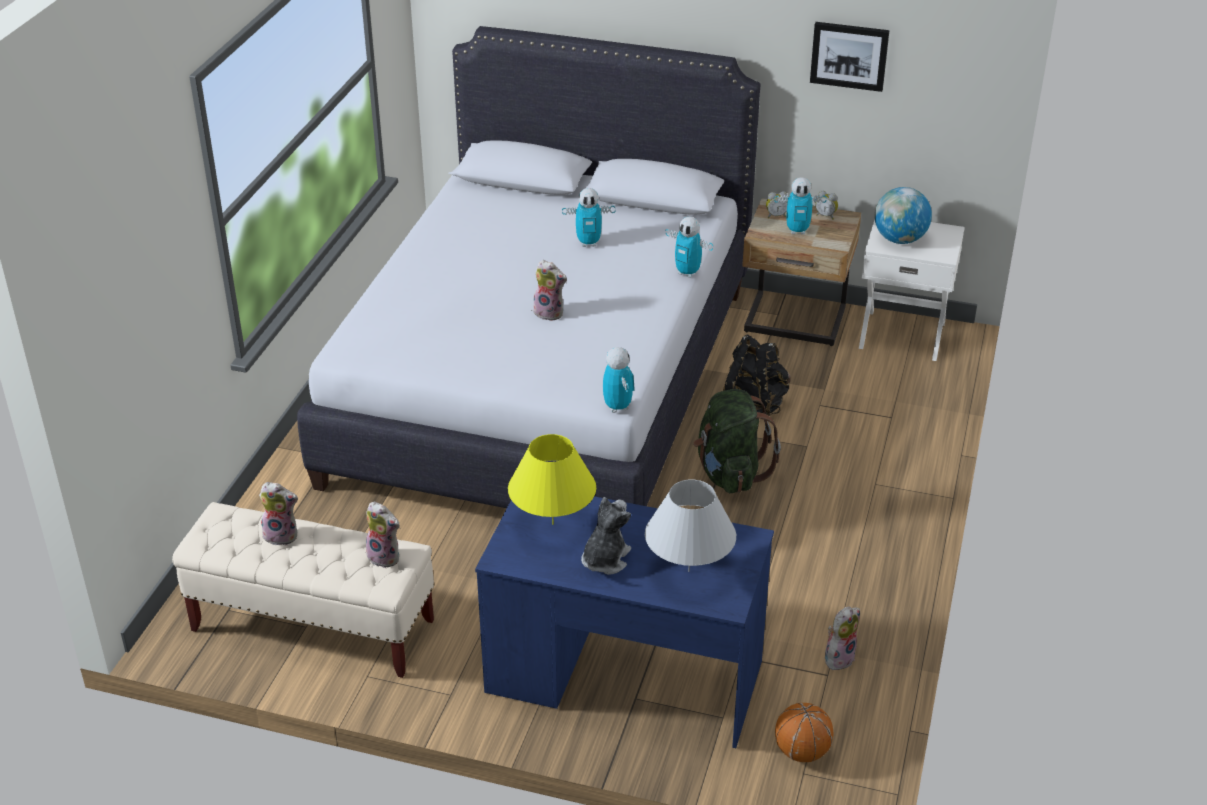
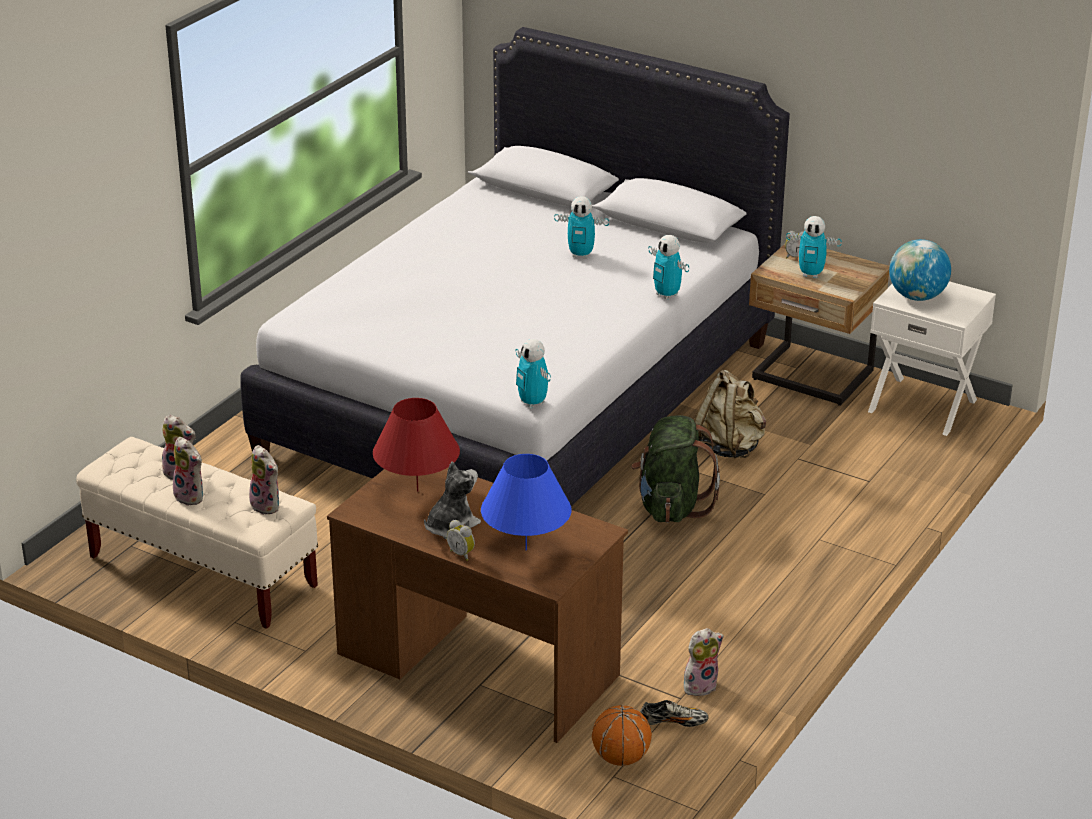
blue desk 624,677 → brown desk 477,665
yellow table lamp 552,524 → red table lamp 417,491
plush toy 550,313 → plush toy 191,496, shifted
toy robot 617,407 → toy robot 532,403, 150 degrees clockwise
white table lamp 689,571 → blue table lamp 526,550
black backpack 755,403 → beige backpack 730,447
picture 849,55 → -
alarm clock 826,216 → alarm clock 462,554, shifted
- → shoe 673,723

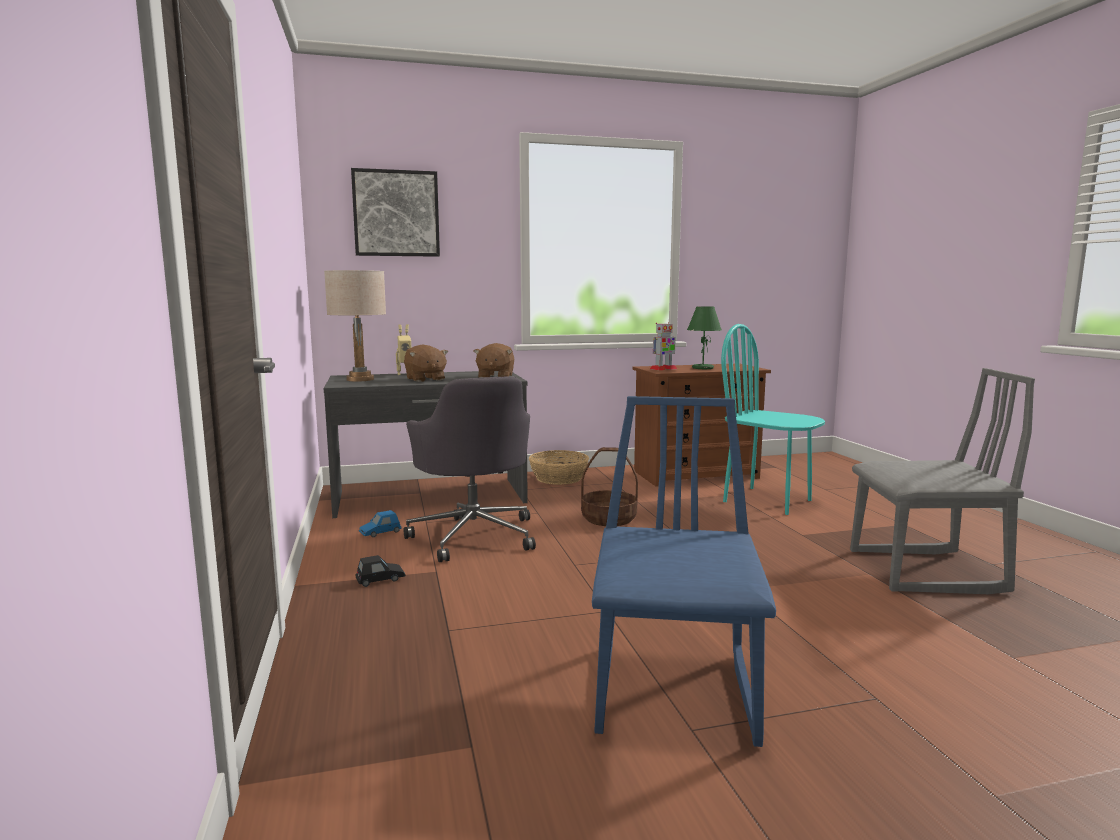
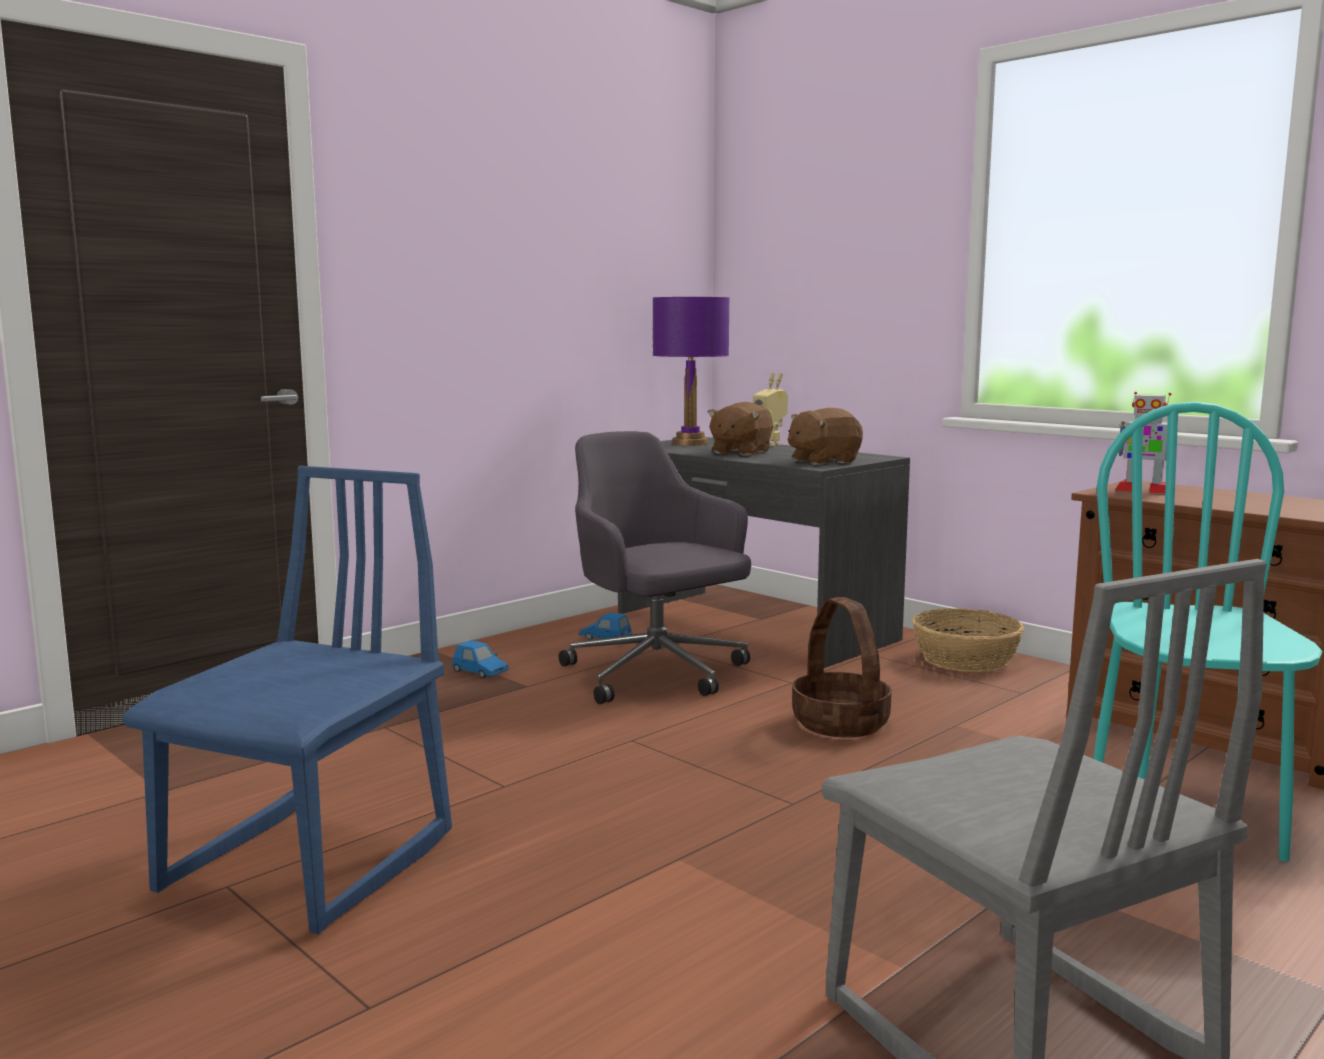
beige table lamp 360,379 → purple table lamp 690,443
picture 396,213 → -
black toy car 380,579 → blue toy car 480,672
grey office chair 474,535 → grey office chair 656,674, 105 degrees clockwise
blue chair 676,692 → blue chair 311,863, 45 degrees counterclockwise
green table lamp 702,368 → -

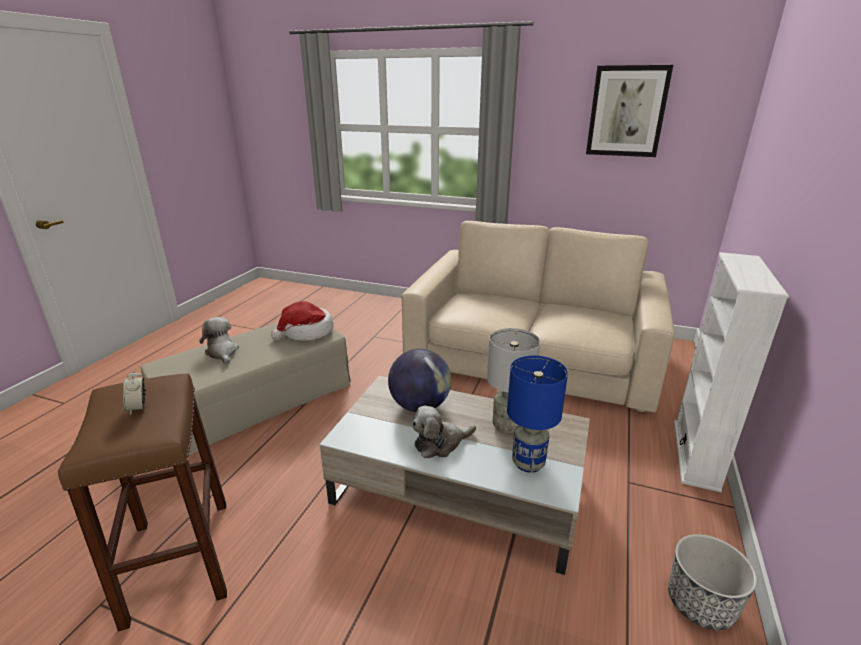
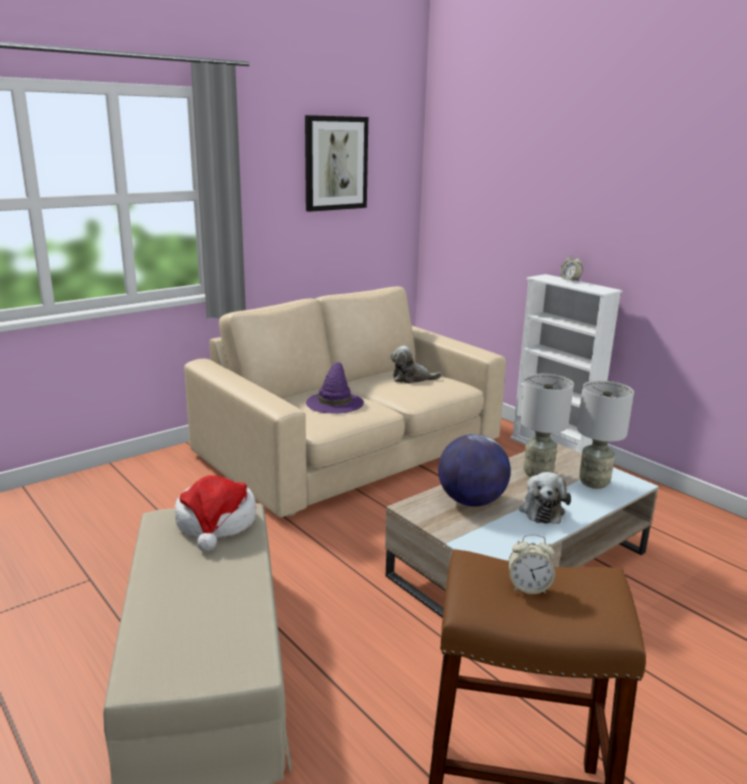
plush toy 222,352 → plush toy 411,379, shifted
blue table lamp 529,463 → grey table lamp 594,482
planter 701,604 → -
- → purple hat 334,402
- → alarm clock 570,280

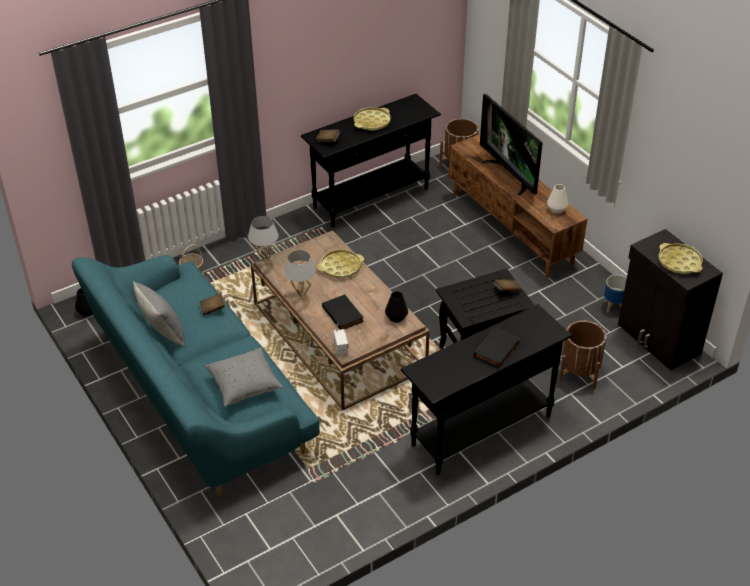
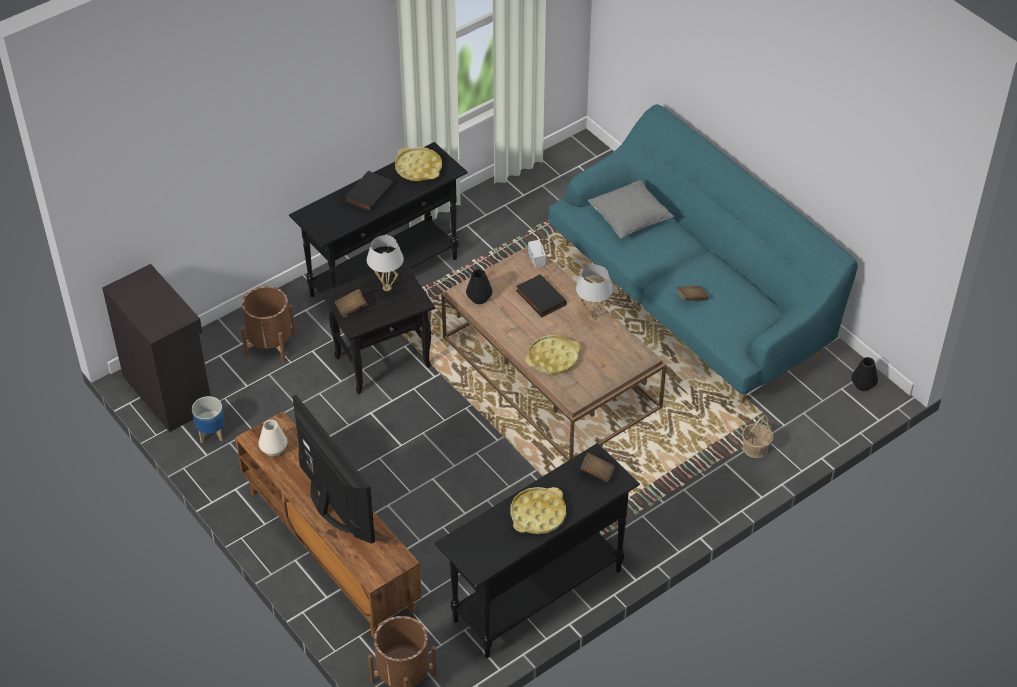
grey pillow 162,333 → -
white table lamp 265,262 → white table lamp 387,288, shifted
yellow tray 679,262 → yellow tray 418,168, shifted

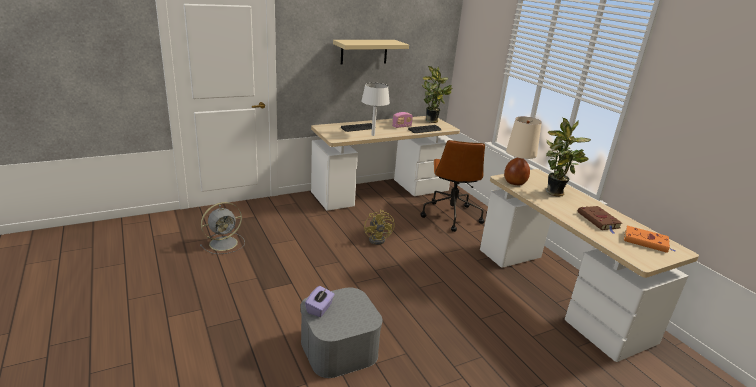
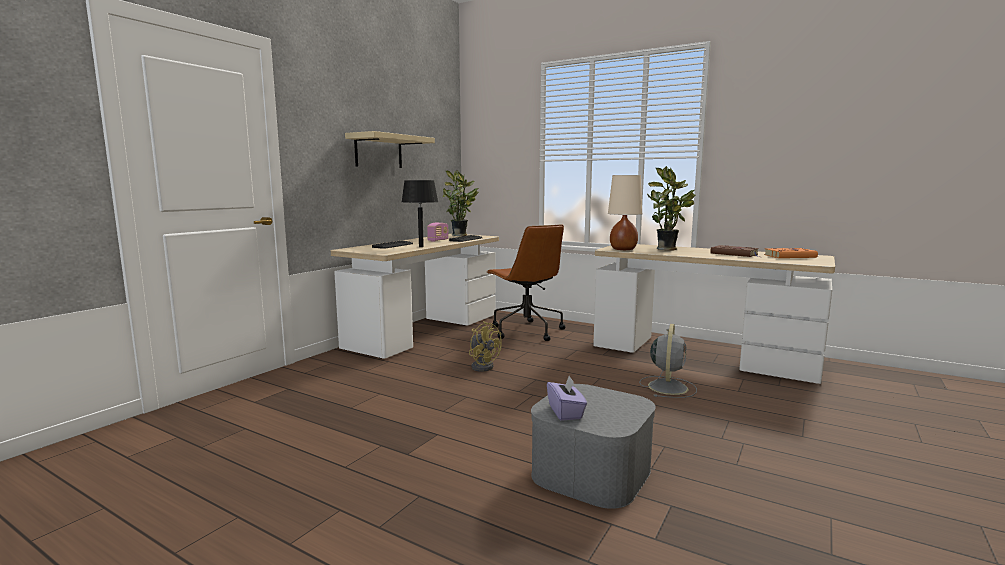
grey fan 224,243 → grey fan 668,386, shifted
white table lamp 373,135 → black table lamp 421,246

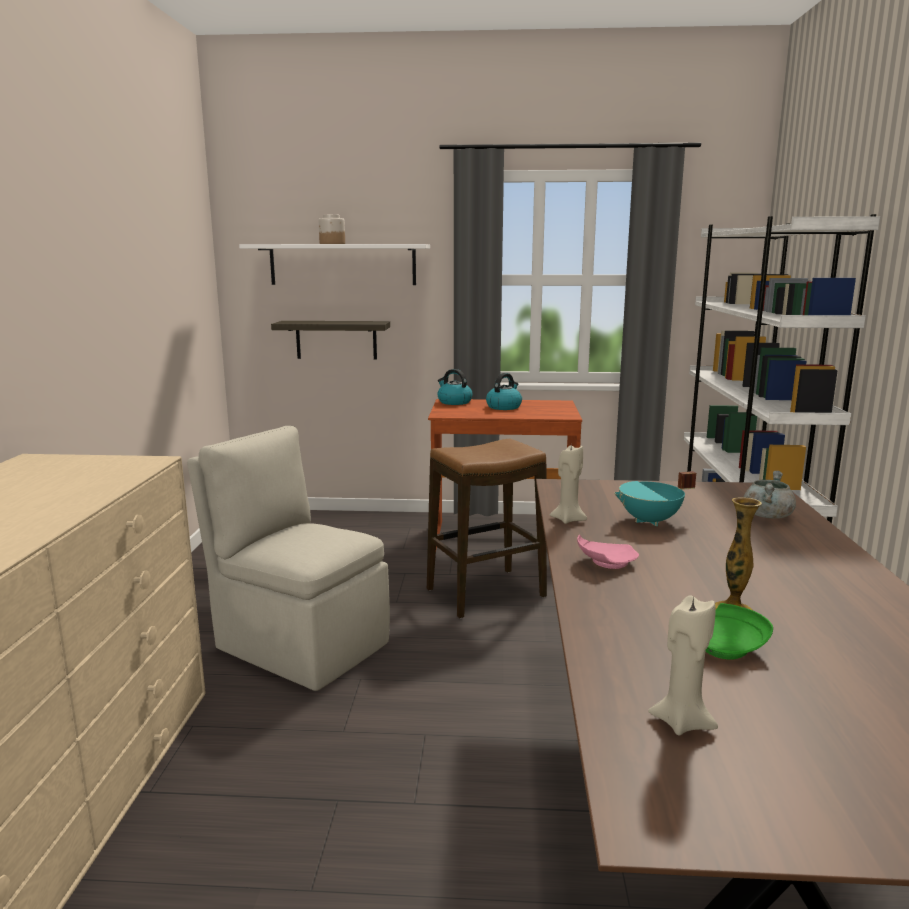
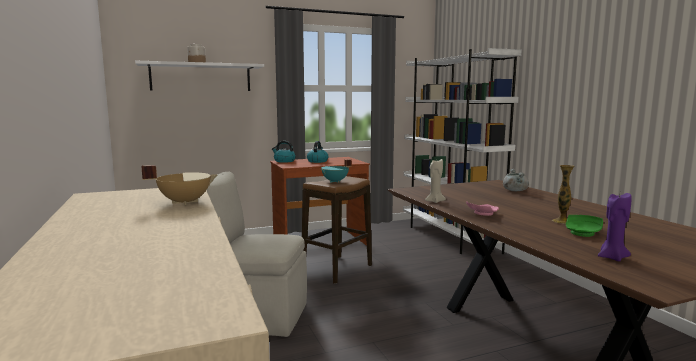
shelf 336,340 → -
turquoise cooking pot 650,521 → turquoise cooking pot 335,181, shifted
beige candle 682,722 → purple candle 612,257
- → beige cooking pot 184,202

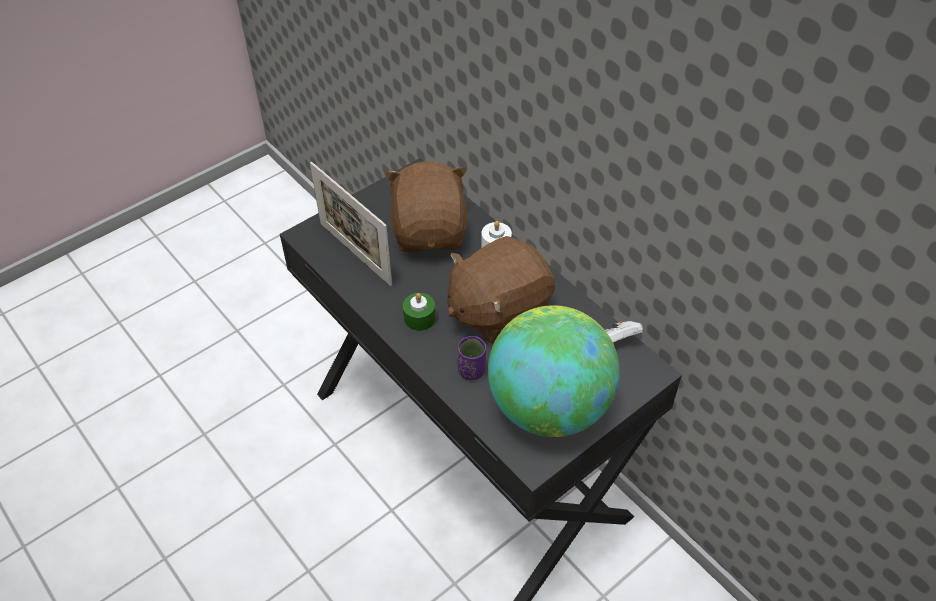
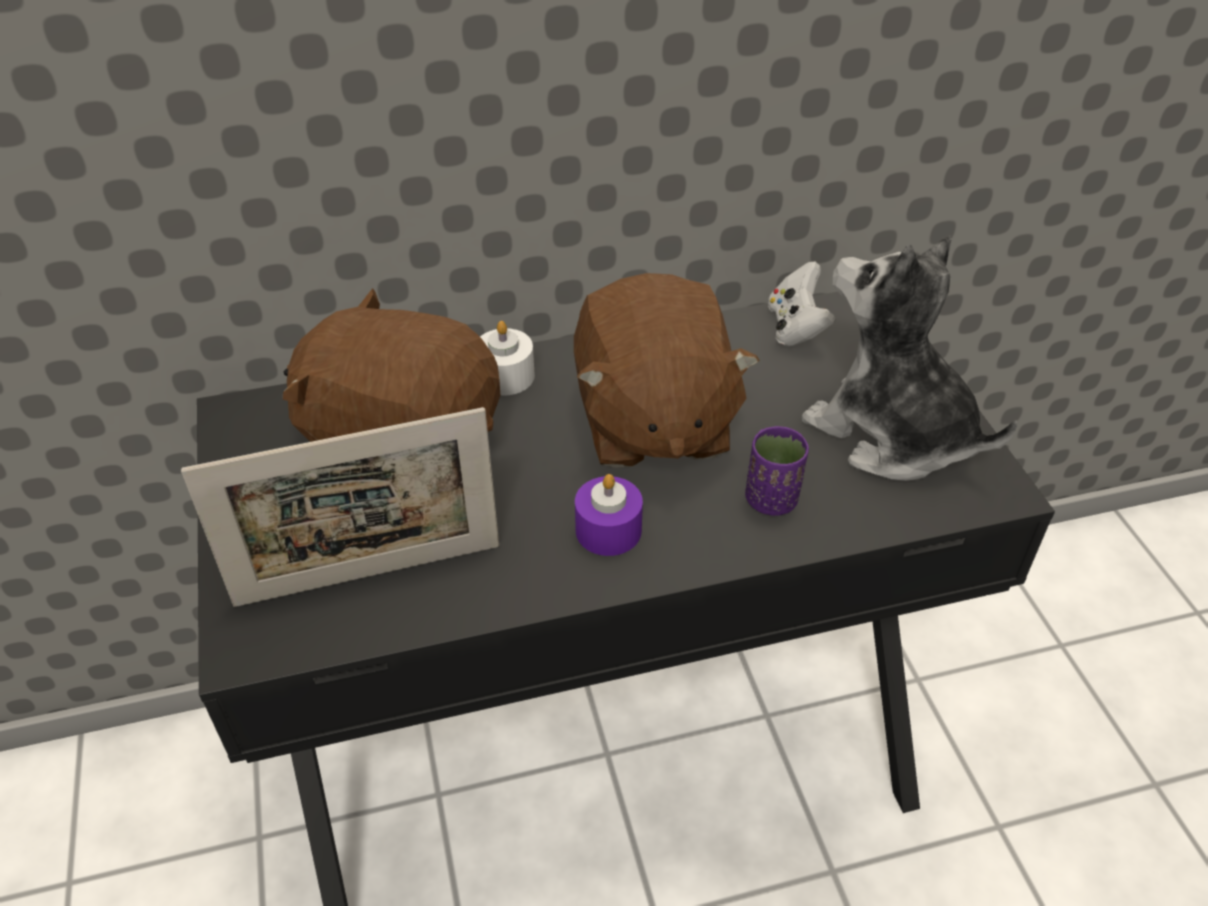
green candle 419,318 → purple candle 608,530
globe 548,407 → plush toy 890,434

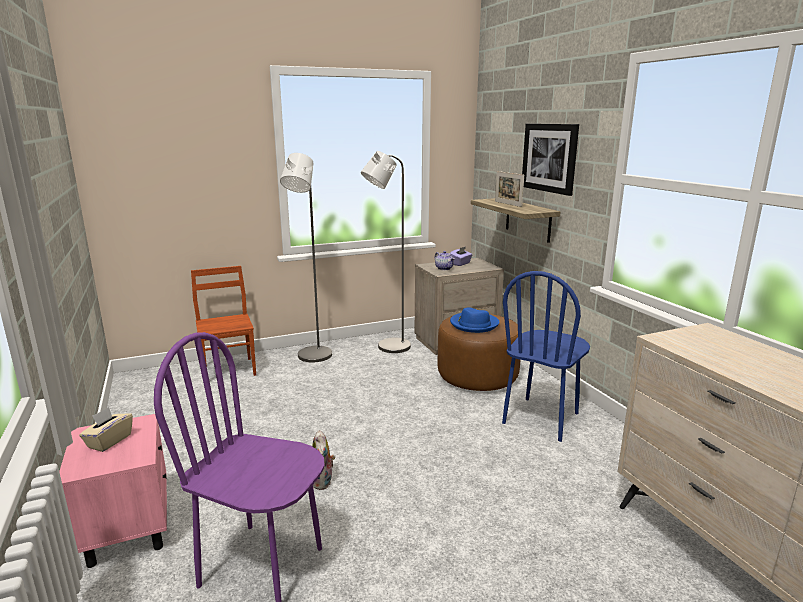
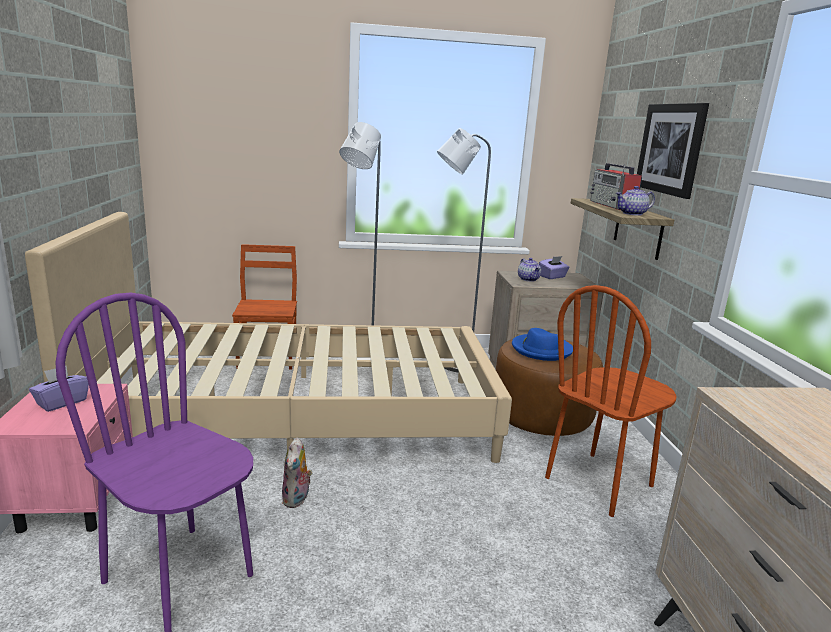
beige tissue box 109,441 → purple tissue box 62,402
picture frame 508,204 → radio 612,206
blue chair 541,418 → brown chair 599,482
- → beige bed 298,416
- → teapot 632,214

